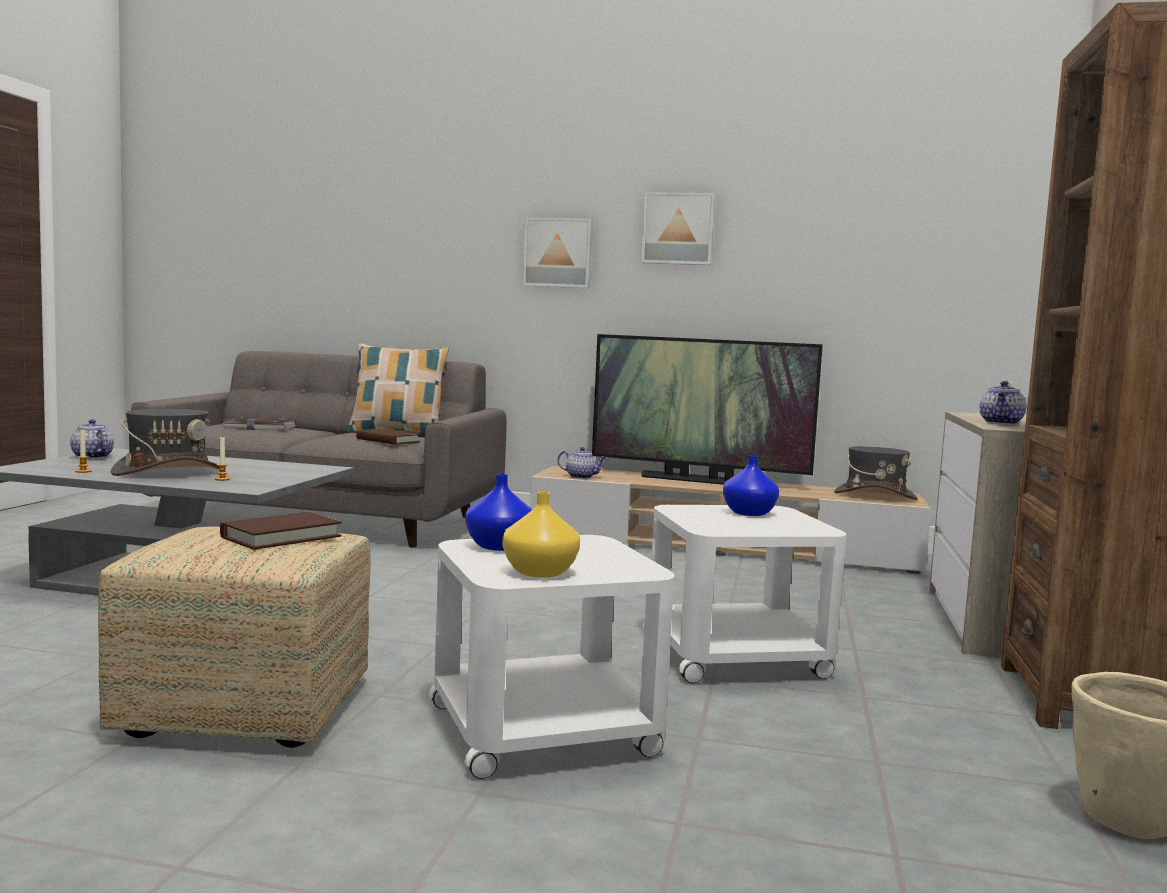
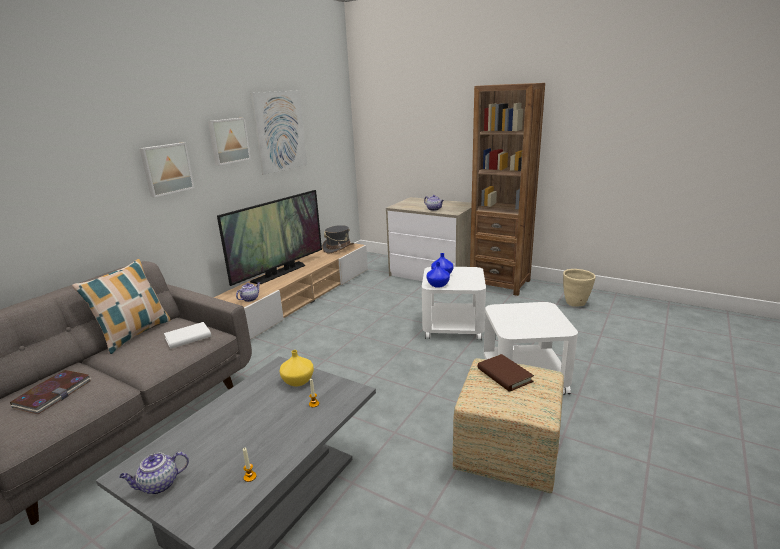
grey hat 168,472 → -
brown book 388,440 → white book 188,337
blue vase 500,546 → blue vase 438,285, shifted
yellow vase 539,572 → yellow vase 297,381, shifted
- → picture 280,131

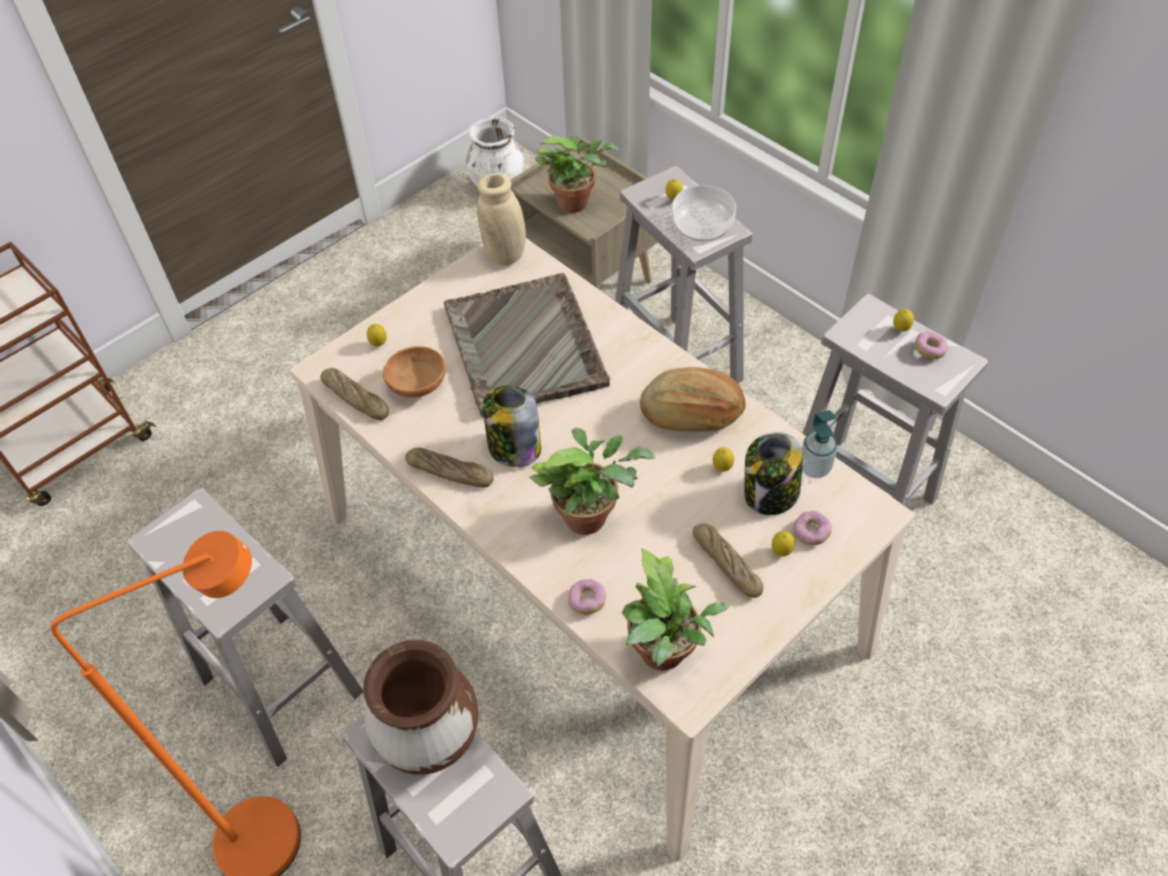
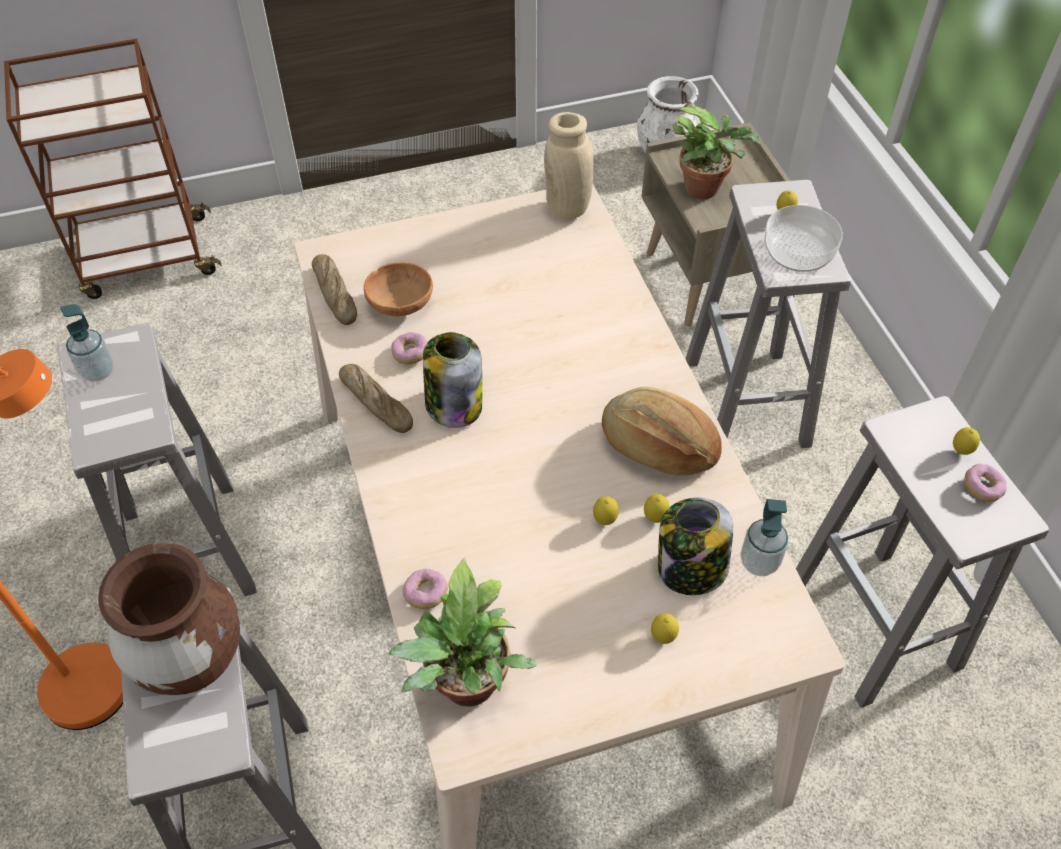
lemon 379,344 → lemon 604,520, shifted
grey tray 525,348 → -
potted plant 591,515 → -
bread 726,564 → -
donut 811,532 → donut 410,354, shifted
- → soap dispenser 98,371

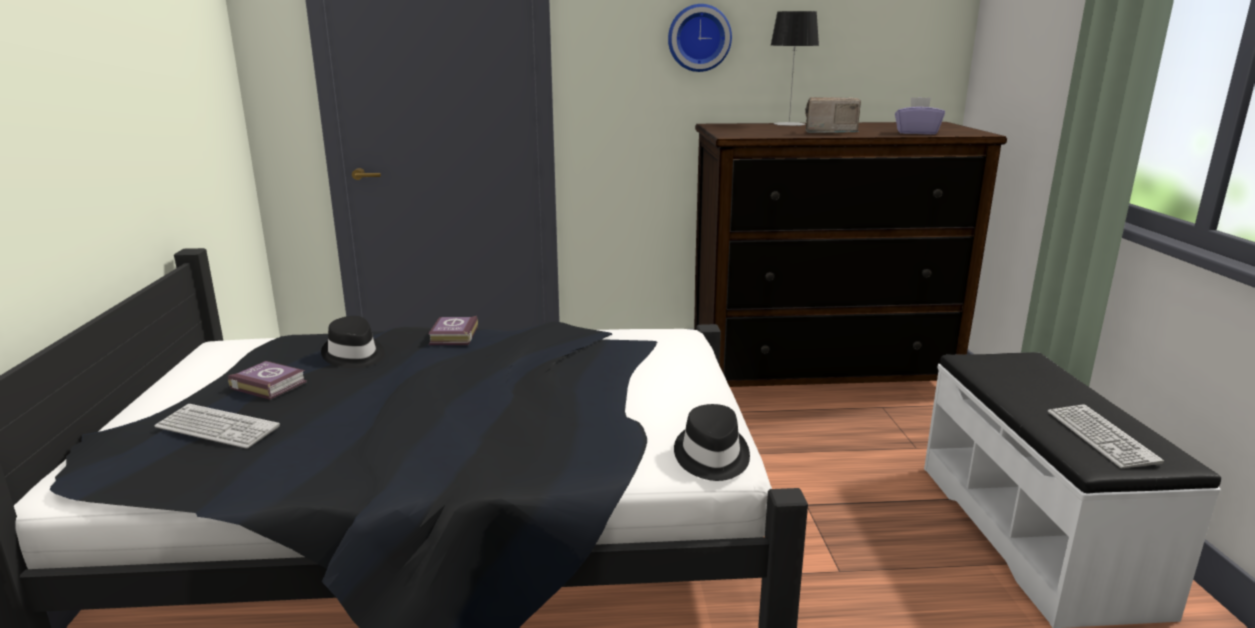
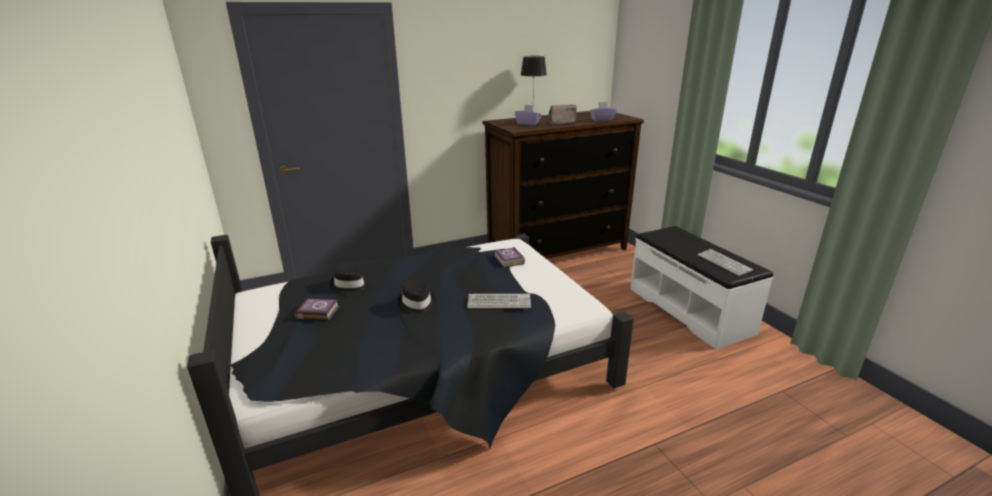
keyboard 217,428 → keyboard 499,302, shifted
book 452,336 → book 508,260, shifted
wall clock 699,38 → -
black hat 711,456 → black hat 417,304, shifted
- → purple tissue box 527,124

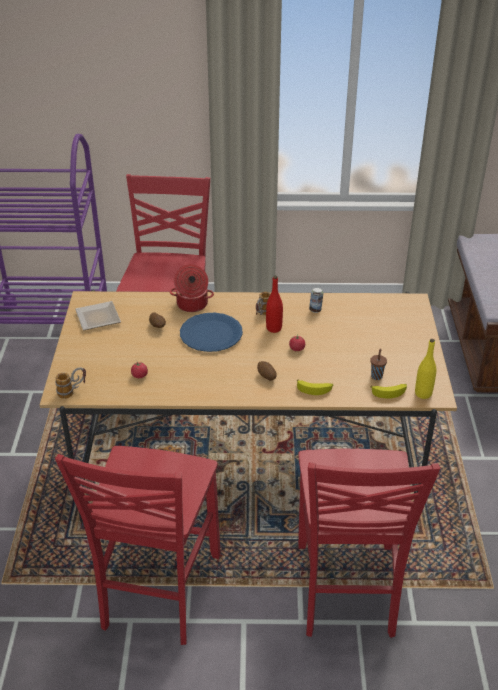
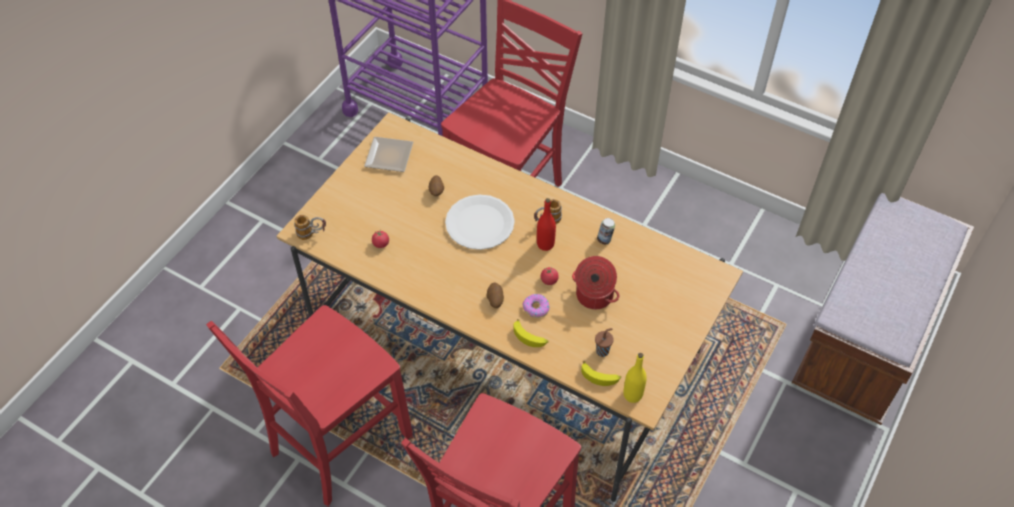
cooking pot 192,304 → cooking pot 593,296, shifted
blue plate 211,334 → white plate 480,224
- → donut 536,308

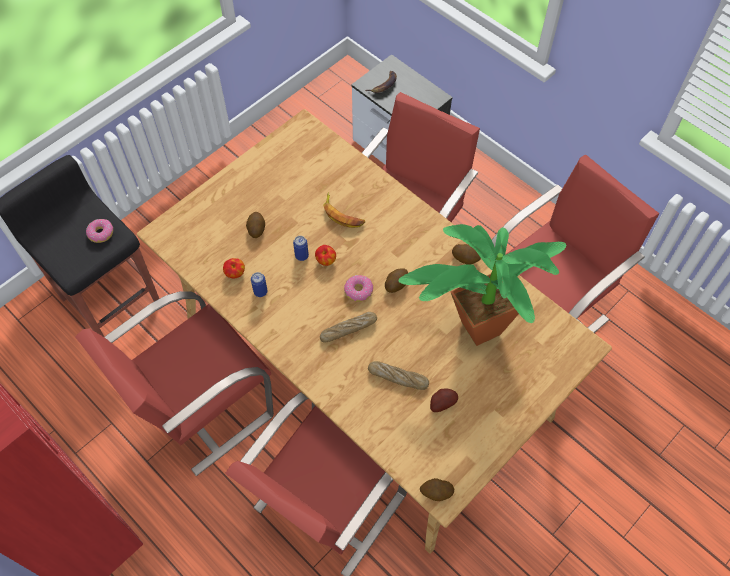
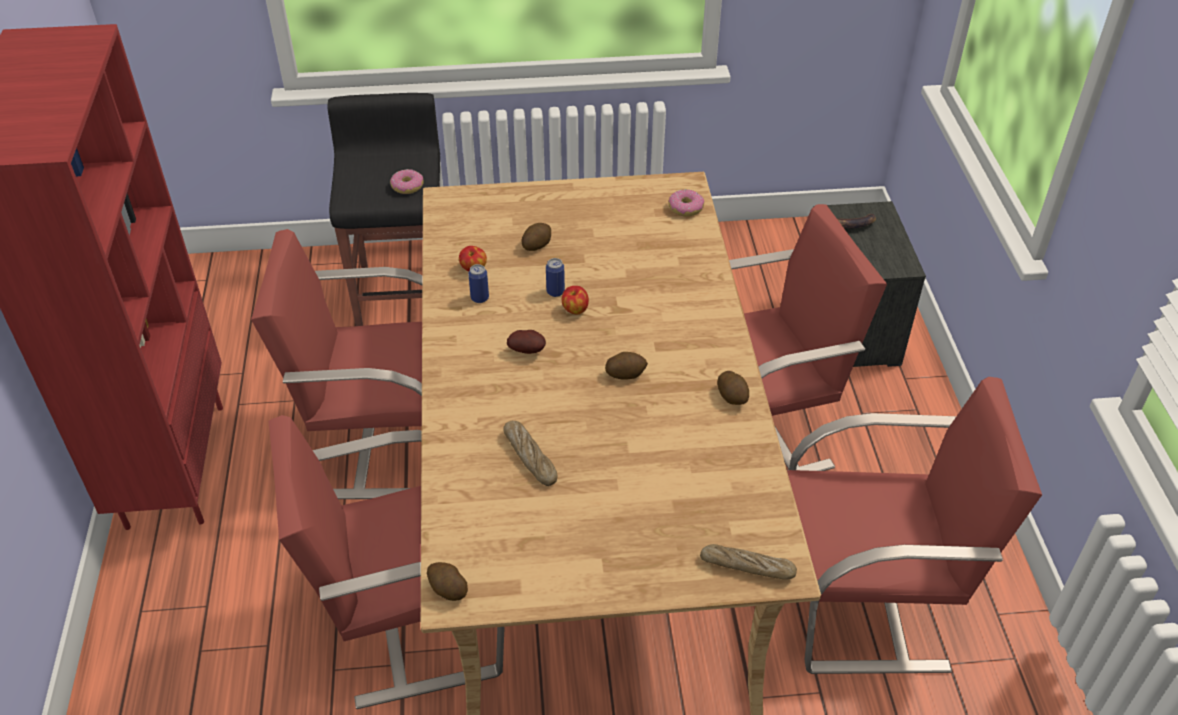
bread 348,329 → bread 747,567, shifted
banana 342,214 → -
donut 358,291 → donut 685,208, shifted
potted plant 471,328 → -
potato 441,403 → potato 528,350, shifted

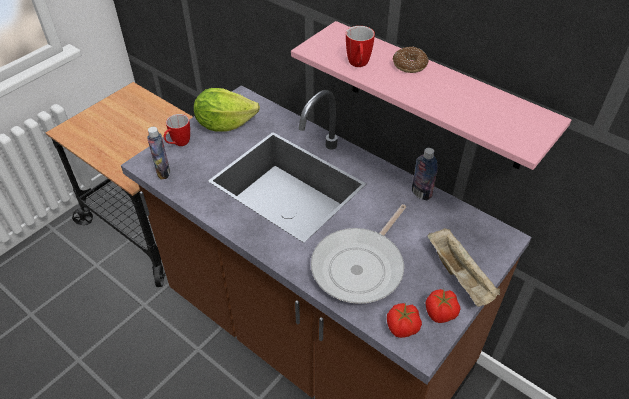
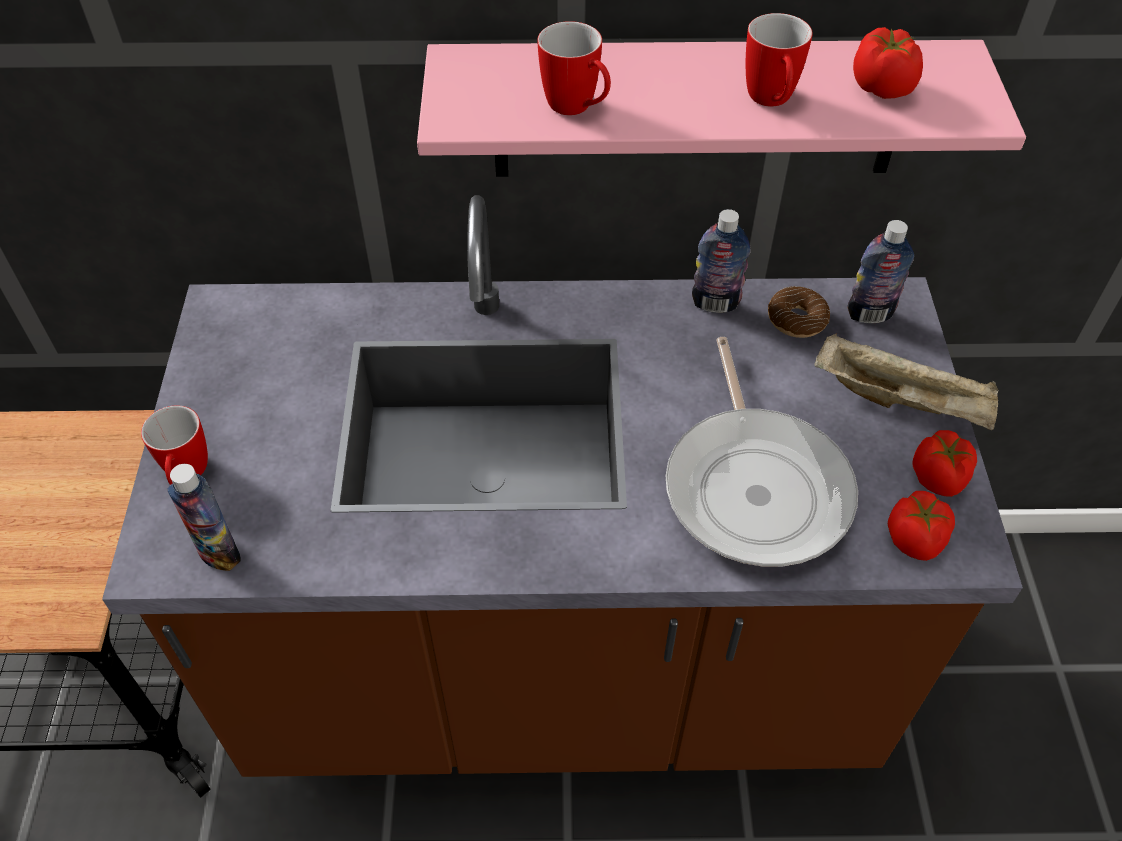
lettuce 224,124 → -
donut 409,65 → donut 796,319, shifted
- → mug 771,102
- → bottle 869,314
- → tomato 881,88

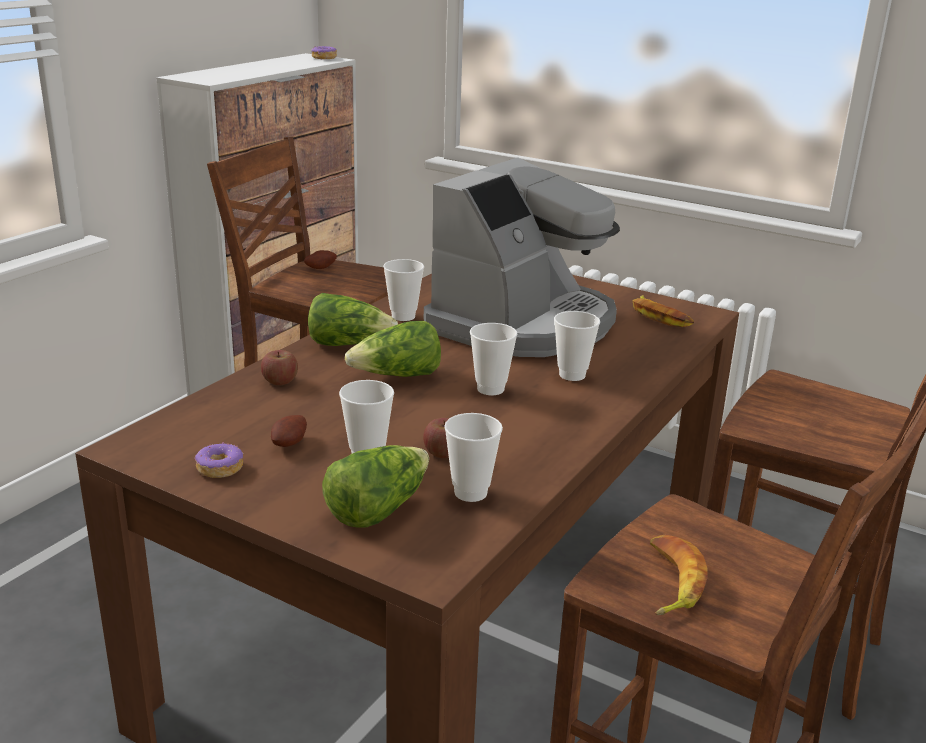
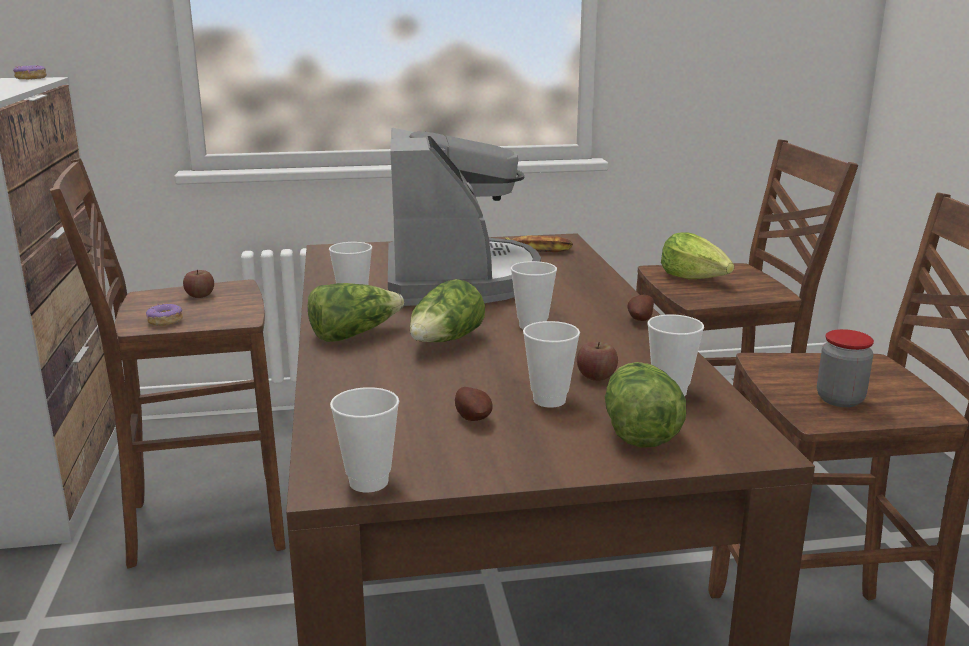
donut 219,468 → donut 165,321, shifted
apple 280,381 → apple 200,295, shifted
potato 320,268 → potato 639,319, shifted
cup 572,375 → cup 368,482, shifted
banana 670,581 → jar 840,399
- → lettuce 694,278

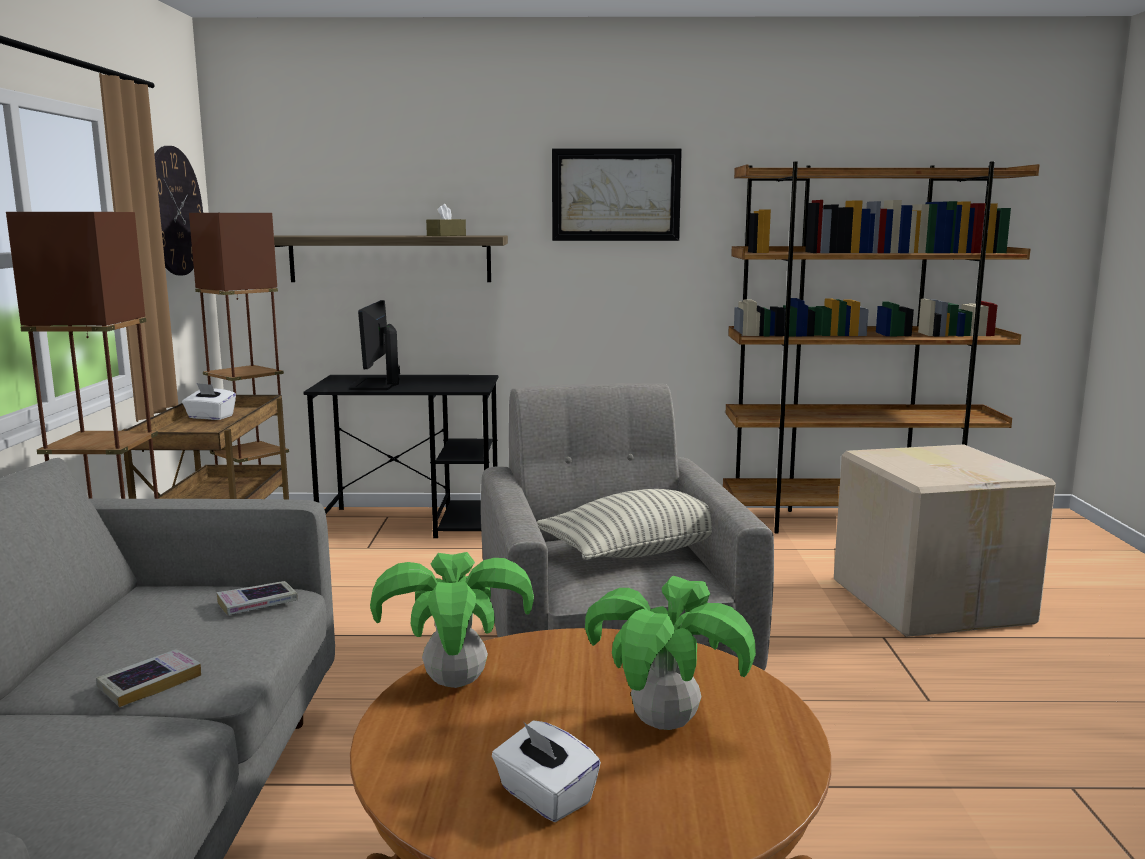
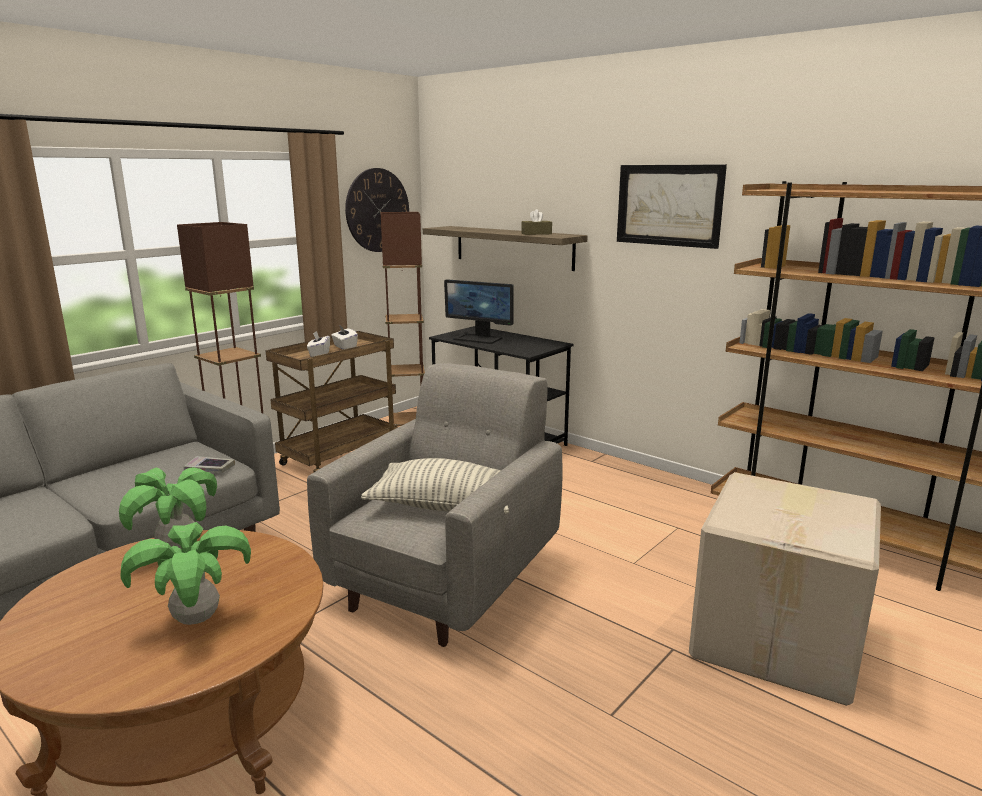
book 150,683 → -
monitor 376,384 → monitor 478,338, 105 degrees counterclockwise
white tissue box 544,797 → white tissue box 319,354, shifted

